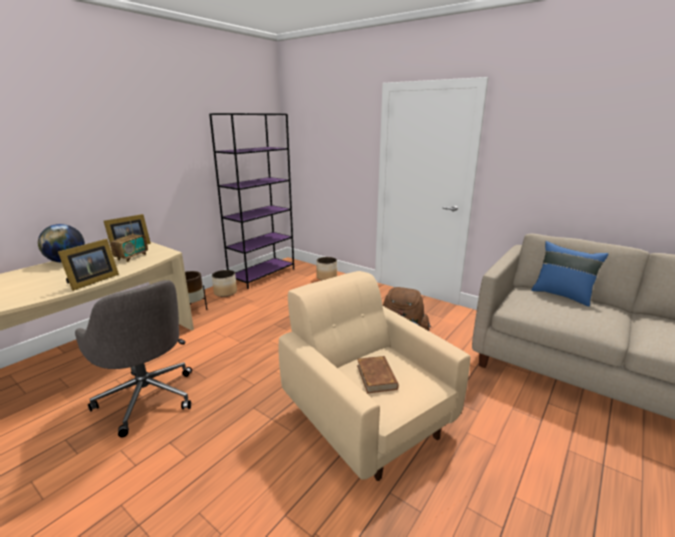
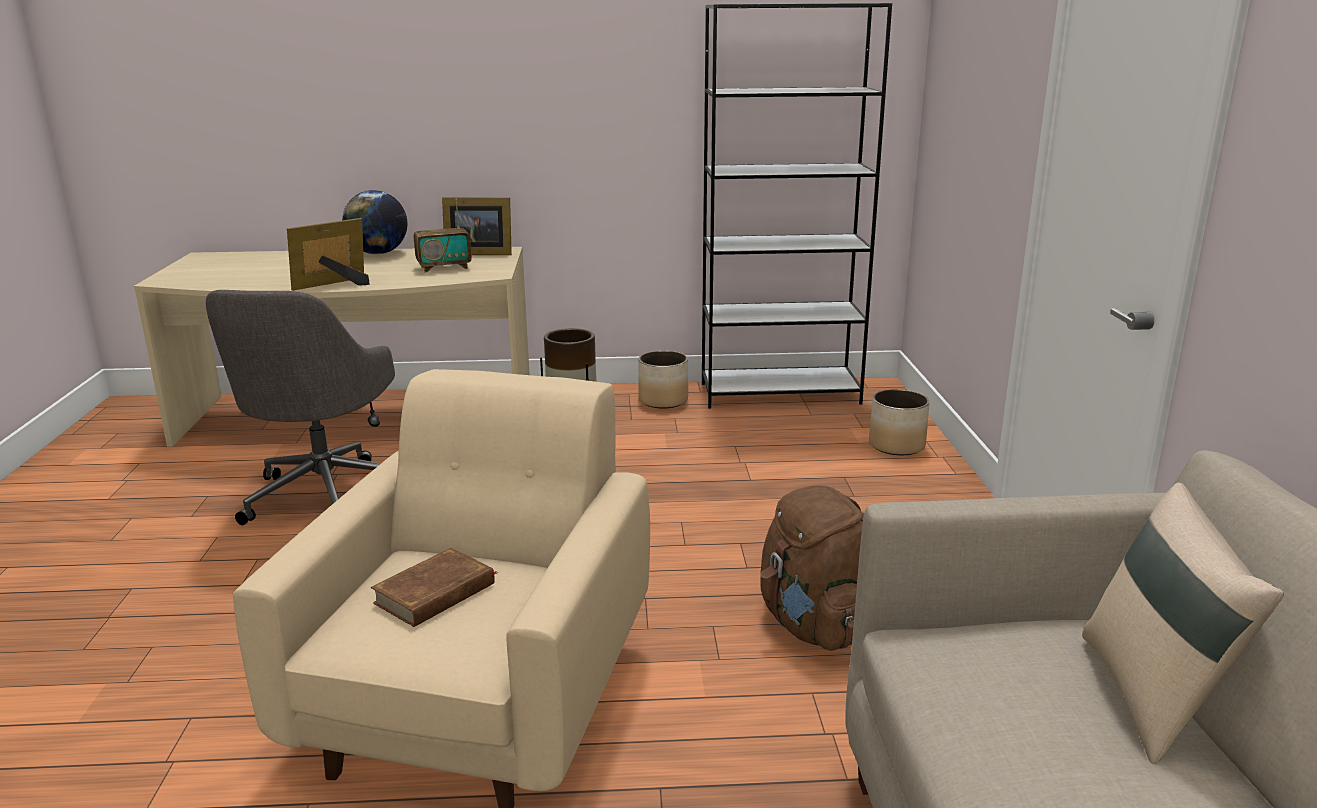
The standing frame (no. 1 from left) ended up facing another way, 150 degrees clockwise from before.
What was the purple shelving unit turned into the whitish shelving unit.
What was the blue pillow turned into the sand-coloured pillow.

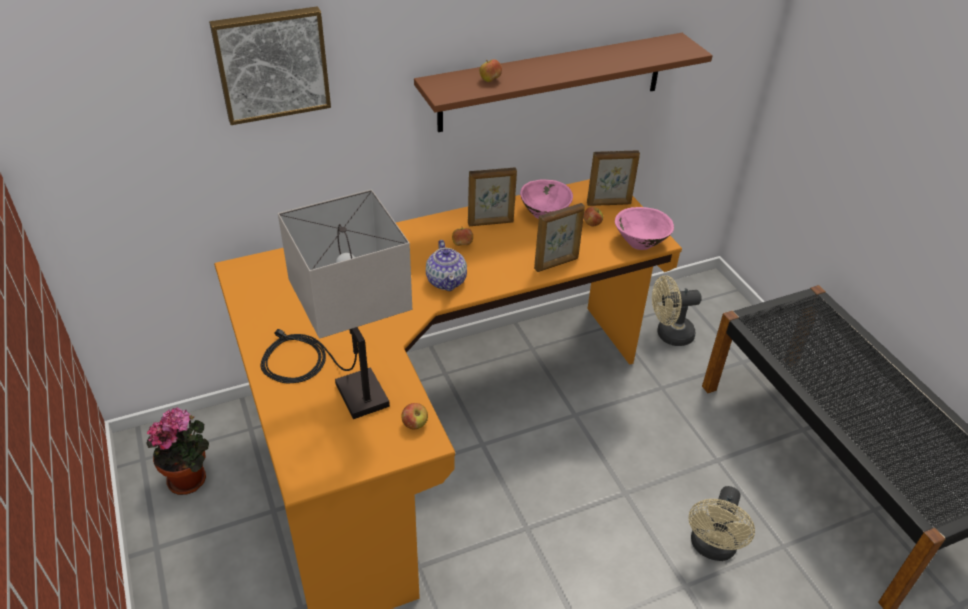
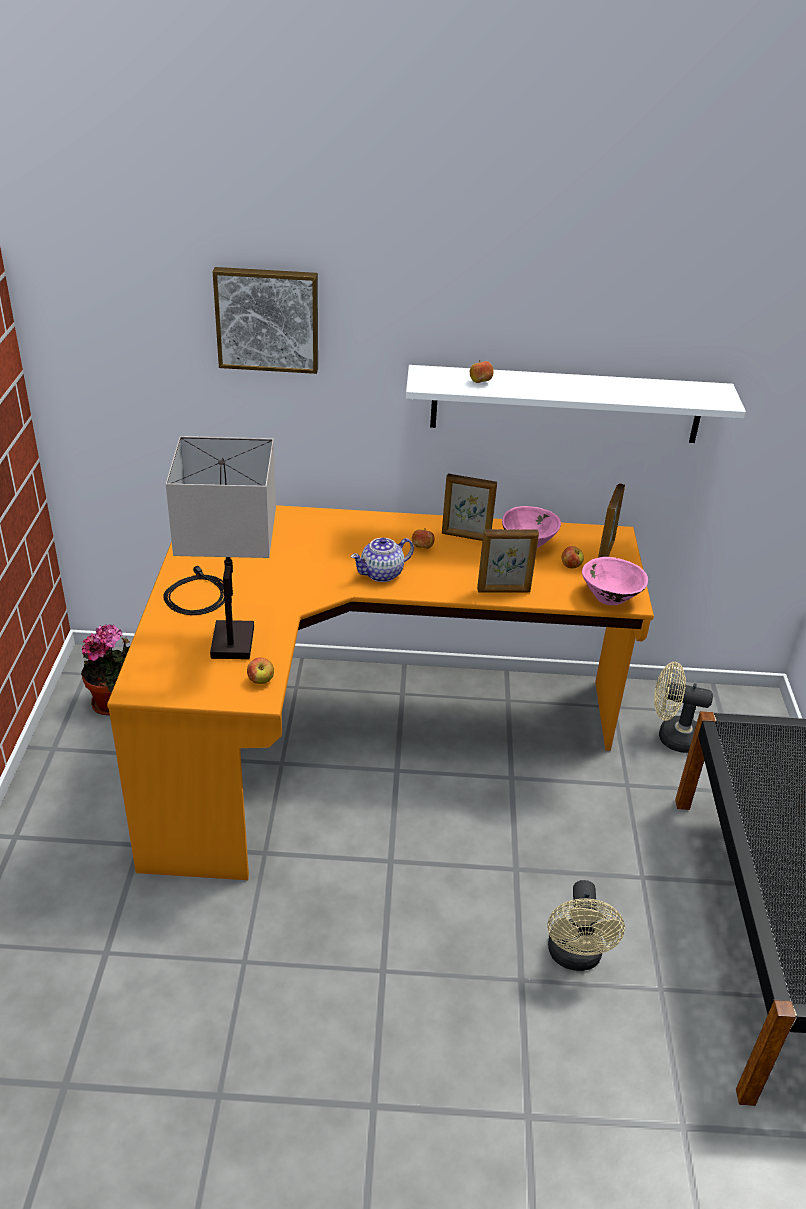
What was the brownish shelf turned into the whitish shelf.
The pot for tea ended up facing another way, 45 degrees clockwise from before.
The standing frame (no. 3 from left) ended up facing another way, 90 degrees clockwise from before.
The sand-coloured fan (no. 2 from left in the first image) ended up facing another way, 45 degrees counterclockwise from before.

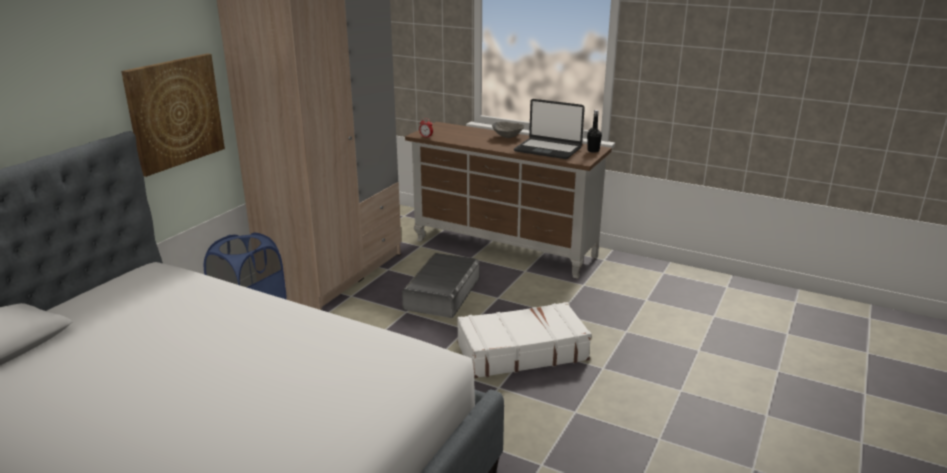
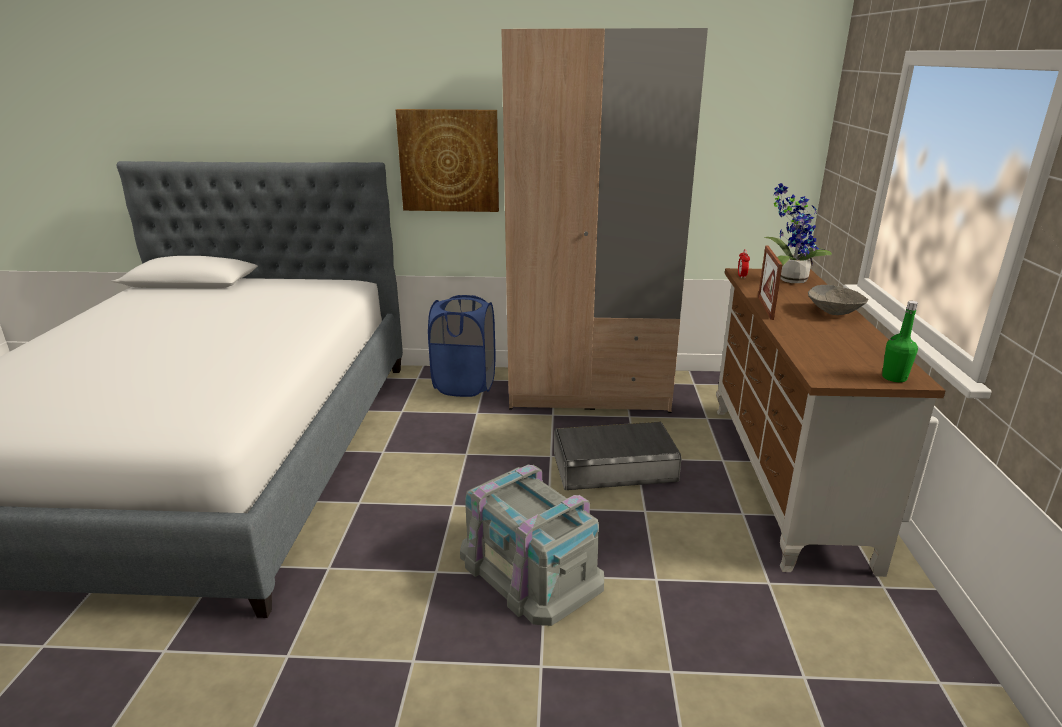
Where the whitish suitcase stood, the greyish storage container (no. 1 from left) came to stand.
The second view lost the notebook computer.
What was the black-coloured drink bottle turned into the green drink bottle.
The second view gained the standing frame.
The second view gained the potted plant.

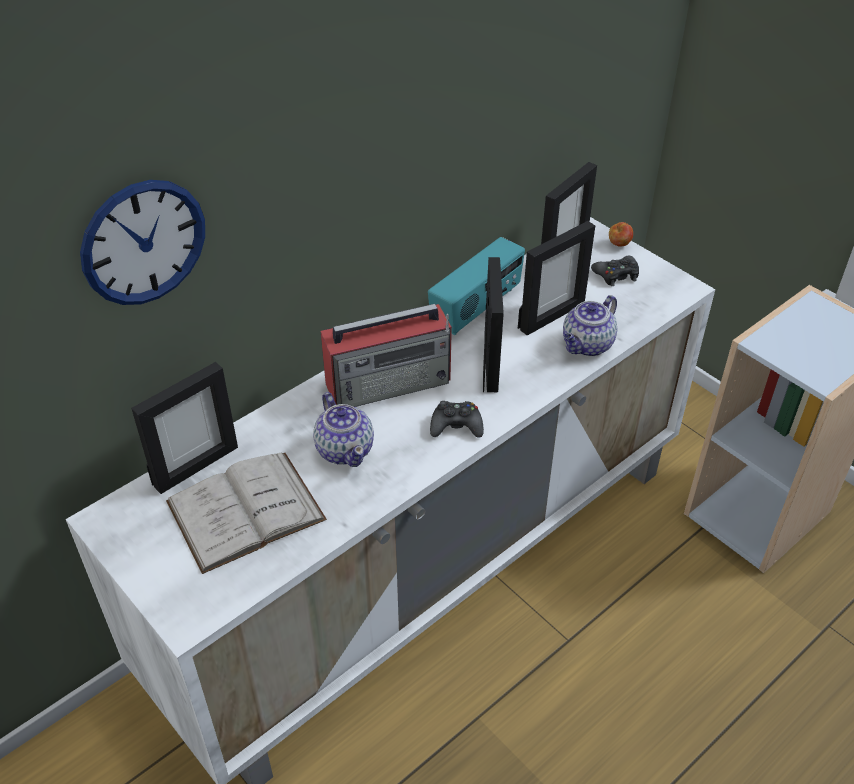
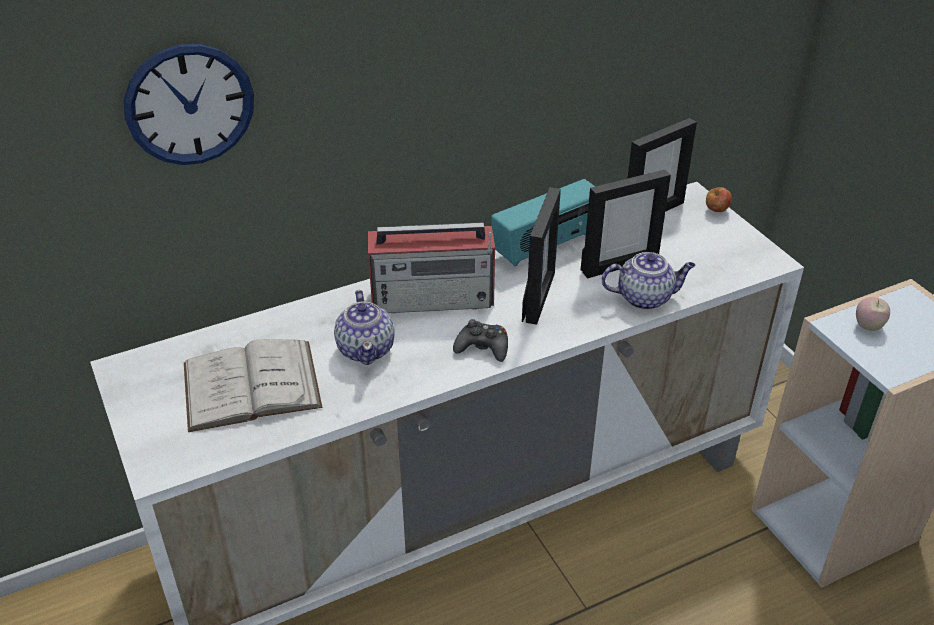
The second view lost the standing frame (no. 1 from left).
The pot for tea (no. 2 from left) ended up facing another way, 150 degrees counterclockwise from before.
The second view lost the black-coloured joypad (no. 2 from left).
The second view gained the apple (no. 2 from left).

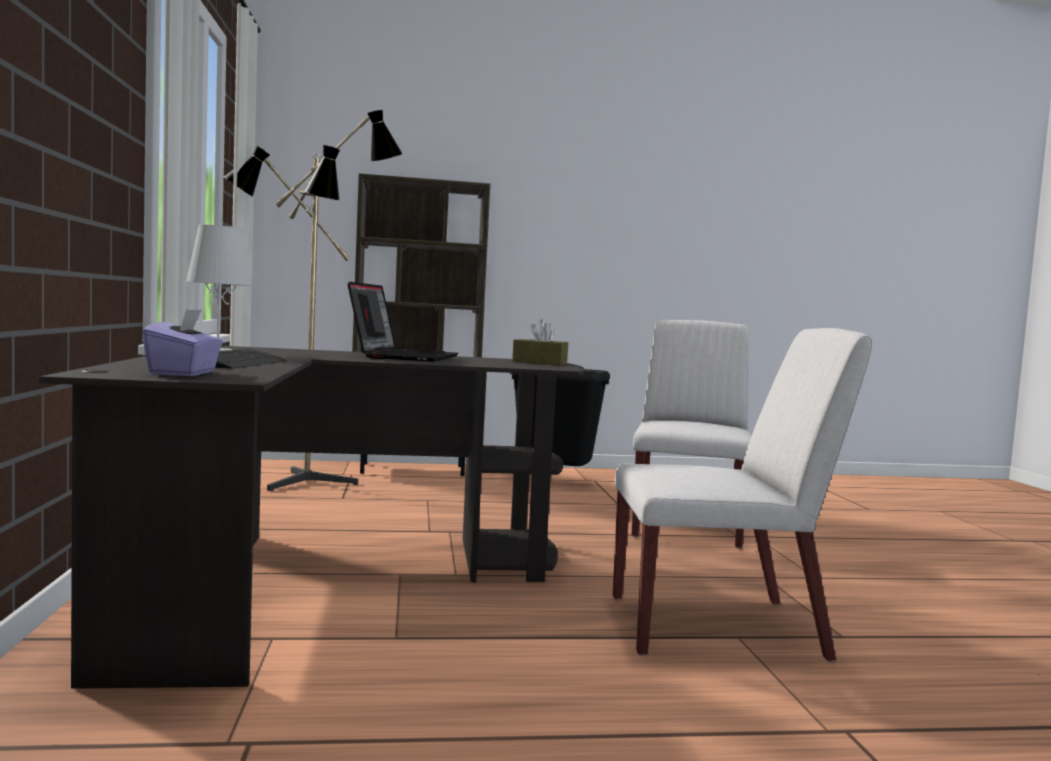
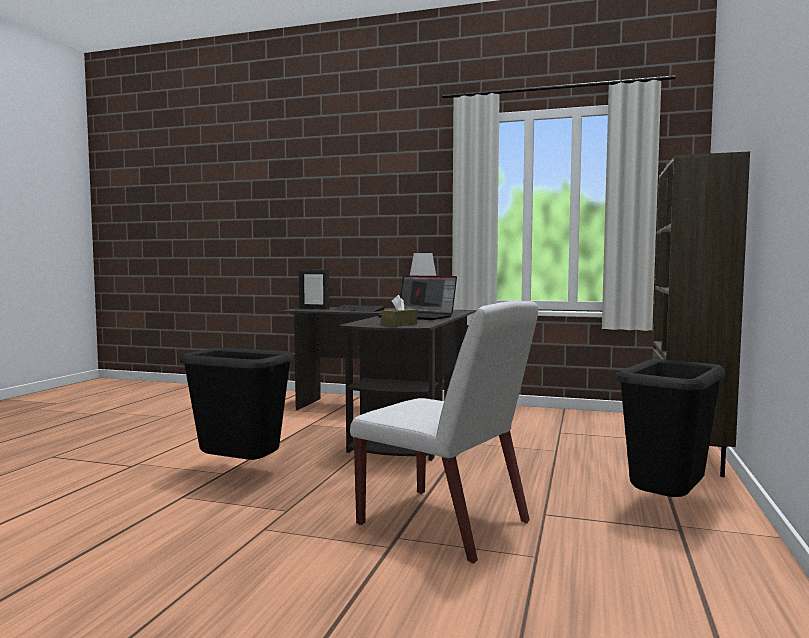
Where the purple box of tissues stood, the standing frame came to stand.
The second view lost the floor lamp.
Where the whitish upright chair (no. 2 from left) stood, the black-coloured trash can (no. 1 from left) came to stand.

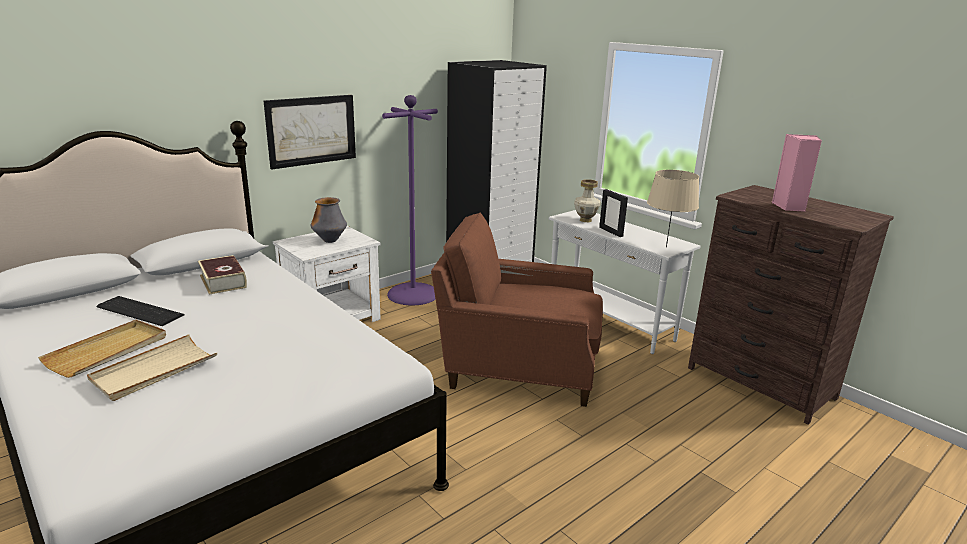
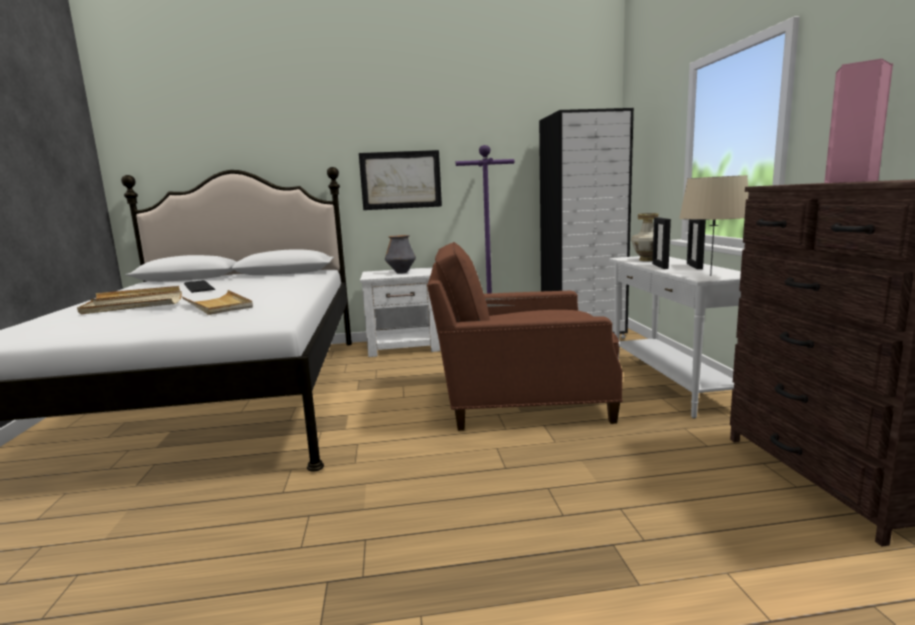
The second view lost the volume.
The brownish lounge chair ended up facing another way, 45 degrees counterclockwise from before.
The second view gained the sand-coloured carrying tray (no. 3 from left).
The second view gained the standing frame (no. 2 from left).

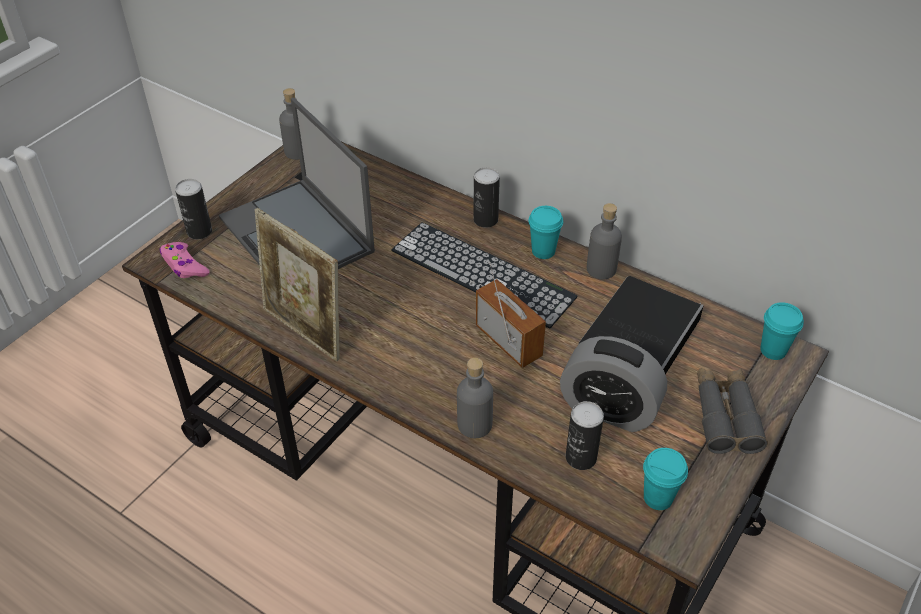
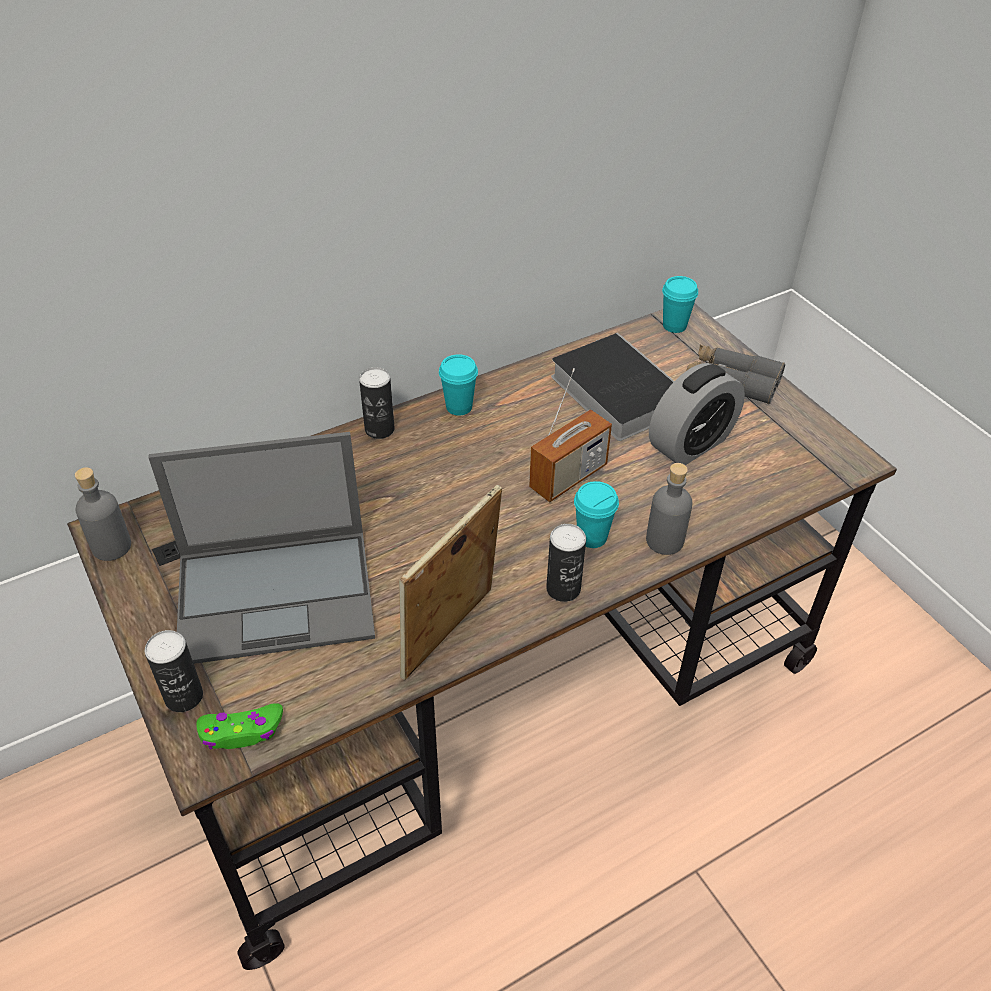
What was the pink-coloured joypad turned into the green joypad.
The standing frame ended up facing another way, 150 degrees clockwise from before.
The second view lost the PC keyboard.
The radio receiver ended up facing another way, 150 degrees clockwise from before.
The metal can (no. 3 from left) ended up elsewhere.
The second view lost the greyish drink bottle (no. 3 from left).
The turquoise cup (no. 2 from left) ended up elsewhere.

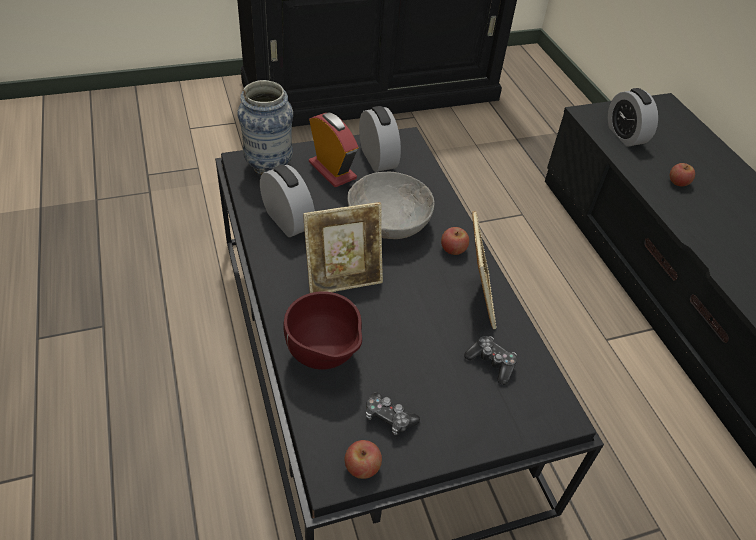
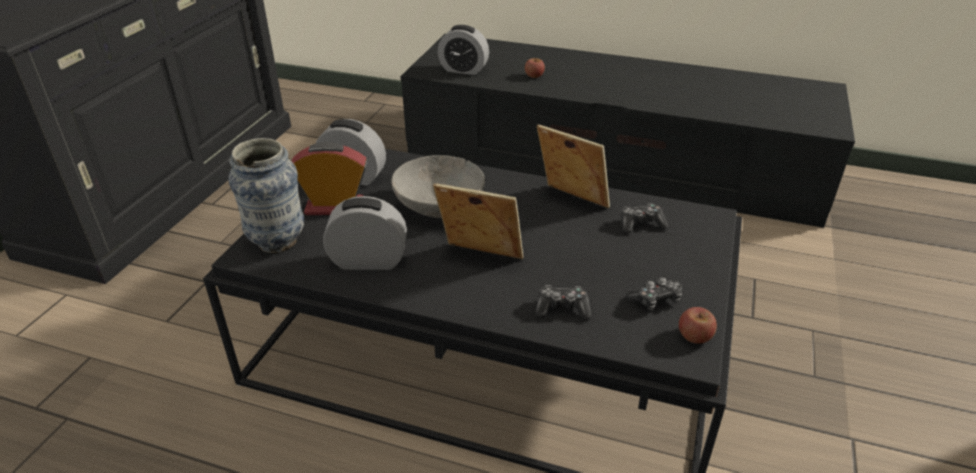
Where the brownish deep dish stood, the joypad (no. 1 from left) came to stand.
The standing frame (no. 1 from left) ended up facing another way, 90 degrees counterclockwise from before.
The second view lost the apple (no. 2 from left).

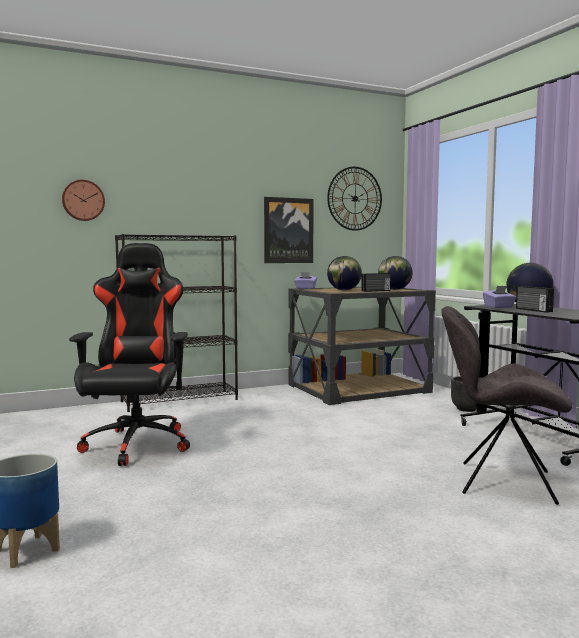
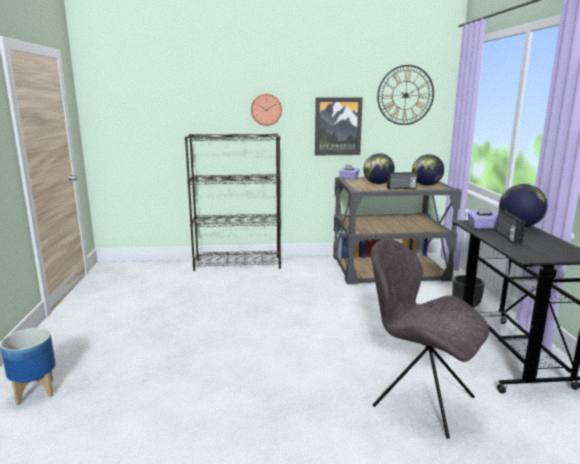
The hanging clock (no. 1 from left) ended up elsewhere.
The second view lost the black-coloured desk chair.

